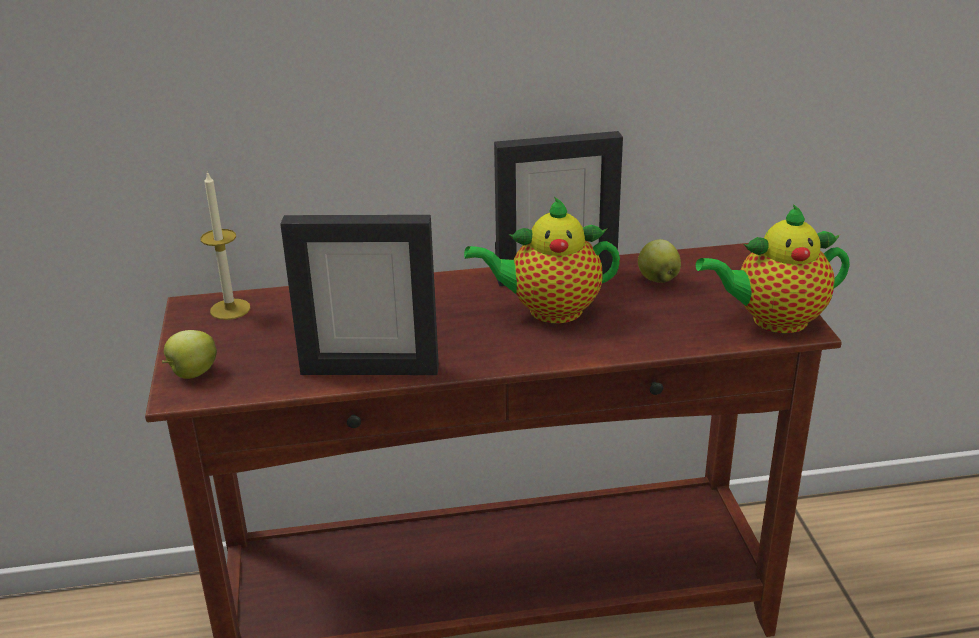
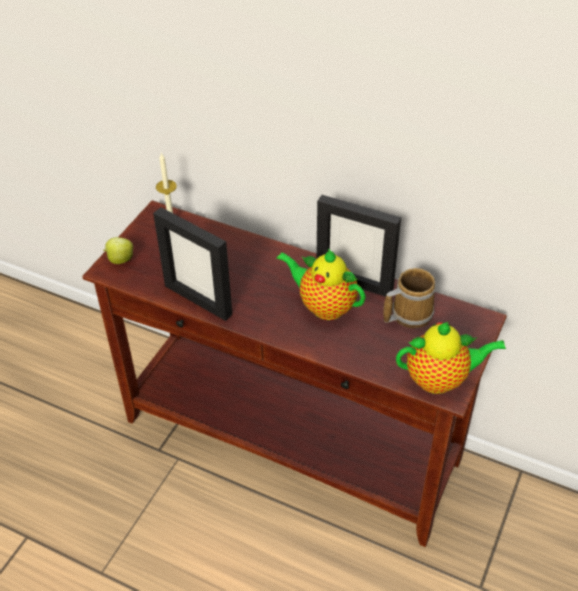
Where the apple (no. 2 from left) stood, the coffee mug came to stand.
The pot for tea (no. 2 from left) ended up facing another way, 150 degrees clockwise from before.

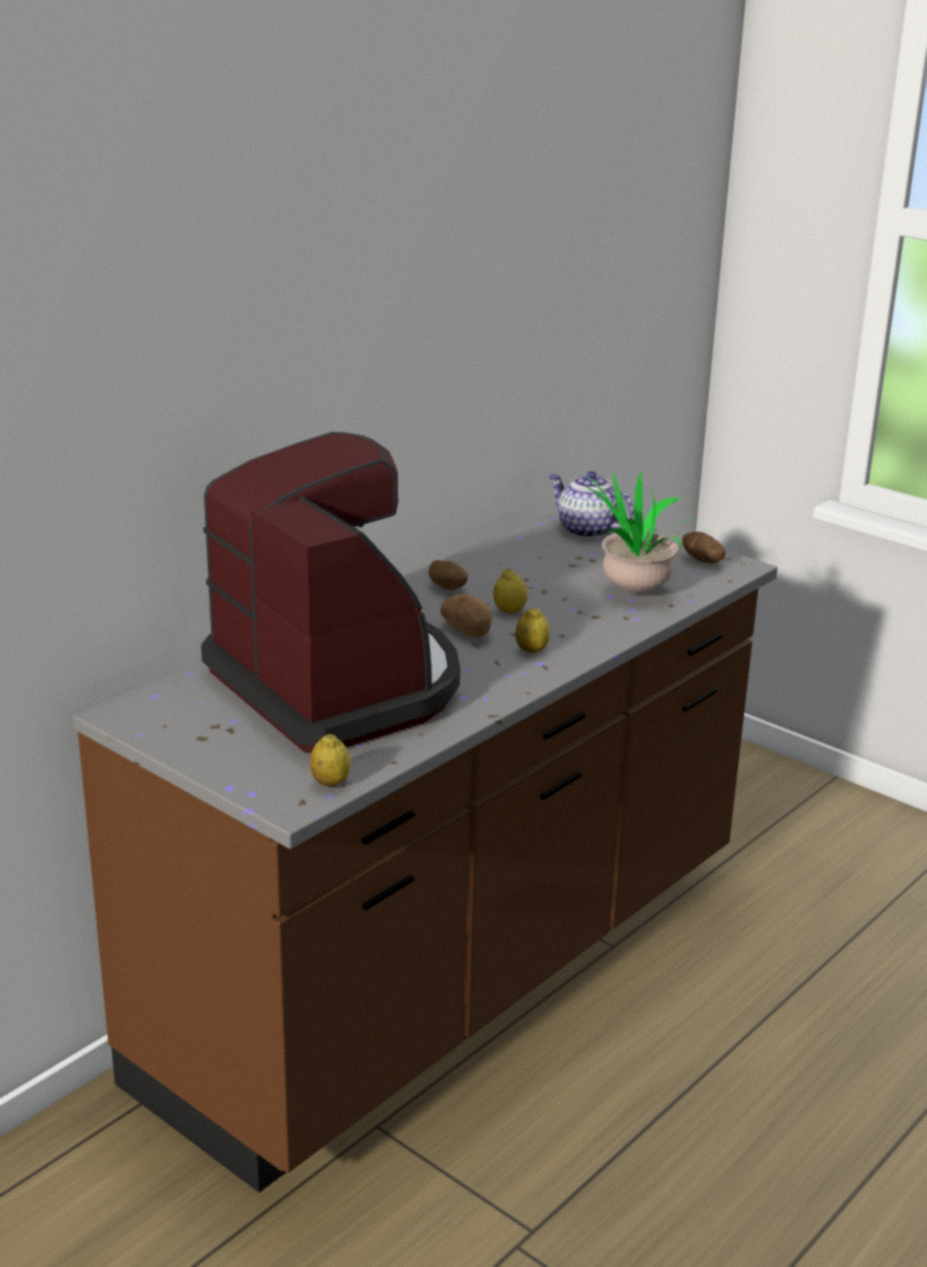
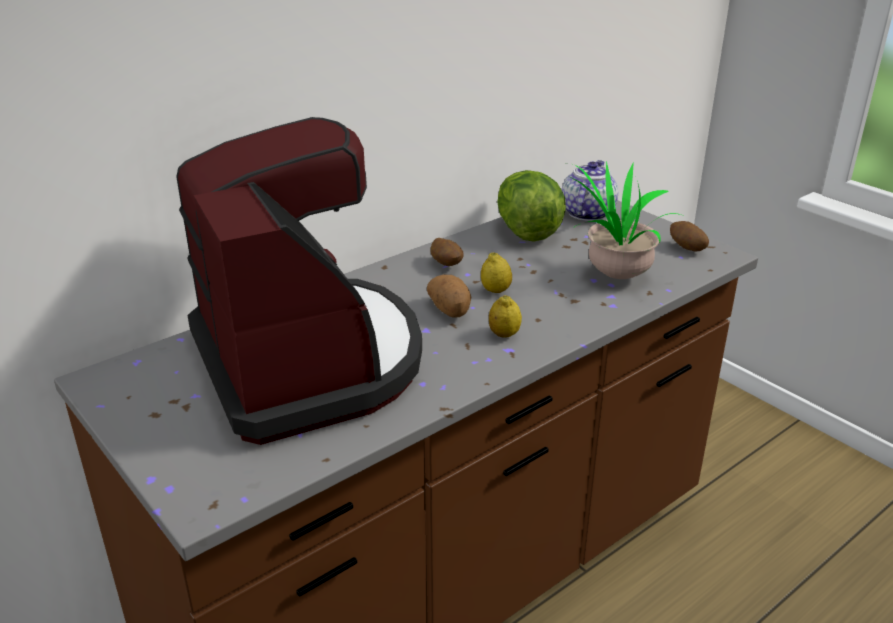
The second view lost the whole lemon (no. 1 from left).
The pot for tea ended up facing another way, 60 degrees clockwise from before.
The second view gained the lettuce head.

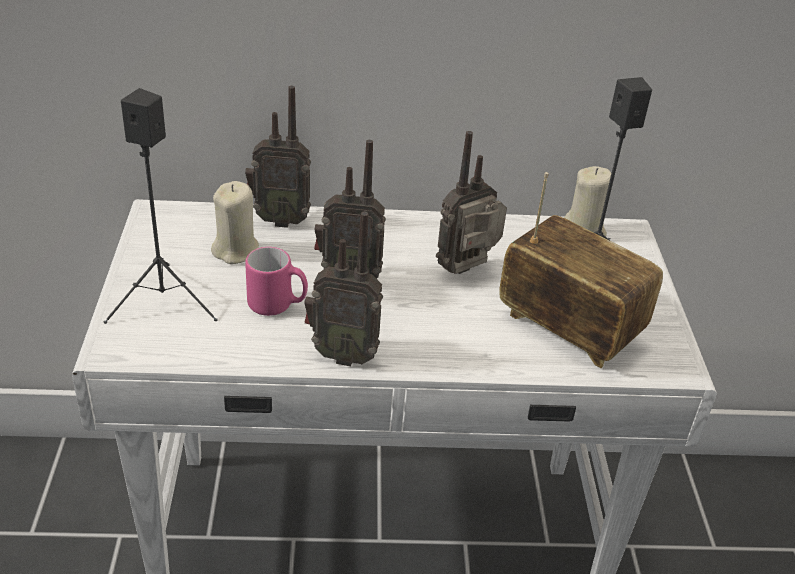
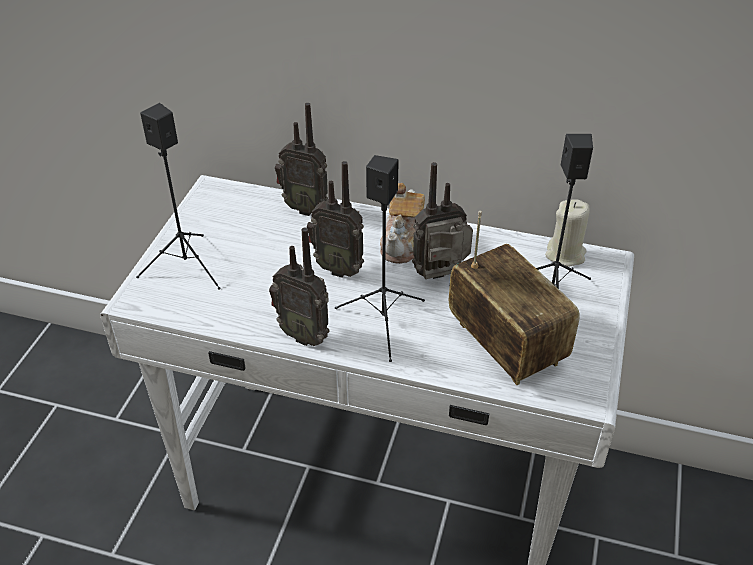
The second view lost the sand-coloured wax light (no. 1 from left).
The second view lost the pink-coloured coffee mug.
The second view gained the black-coloured speaker (no. 2 from left).
The second view gained the pot for tea.

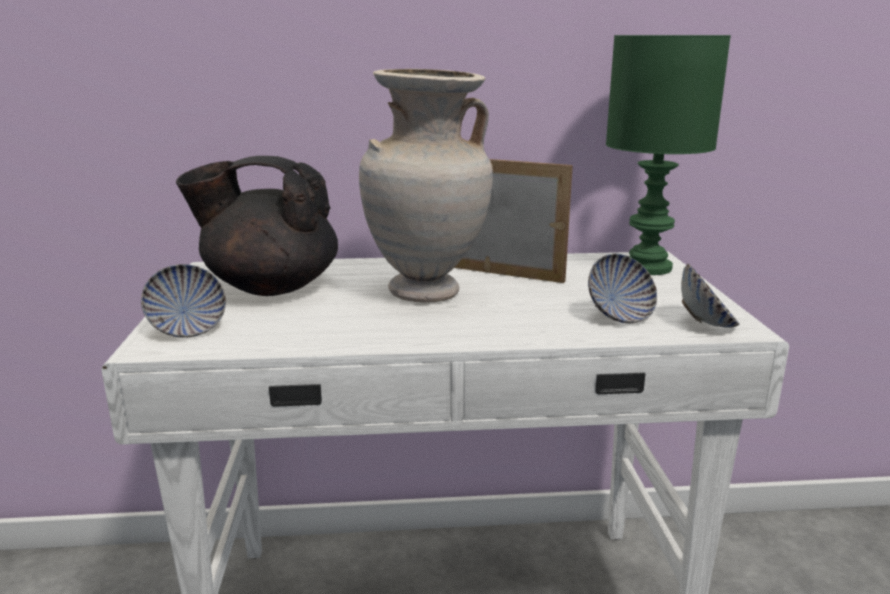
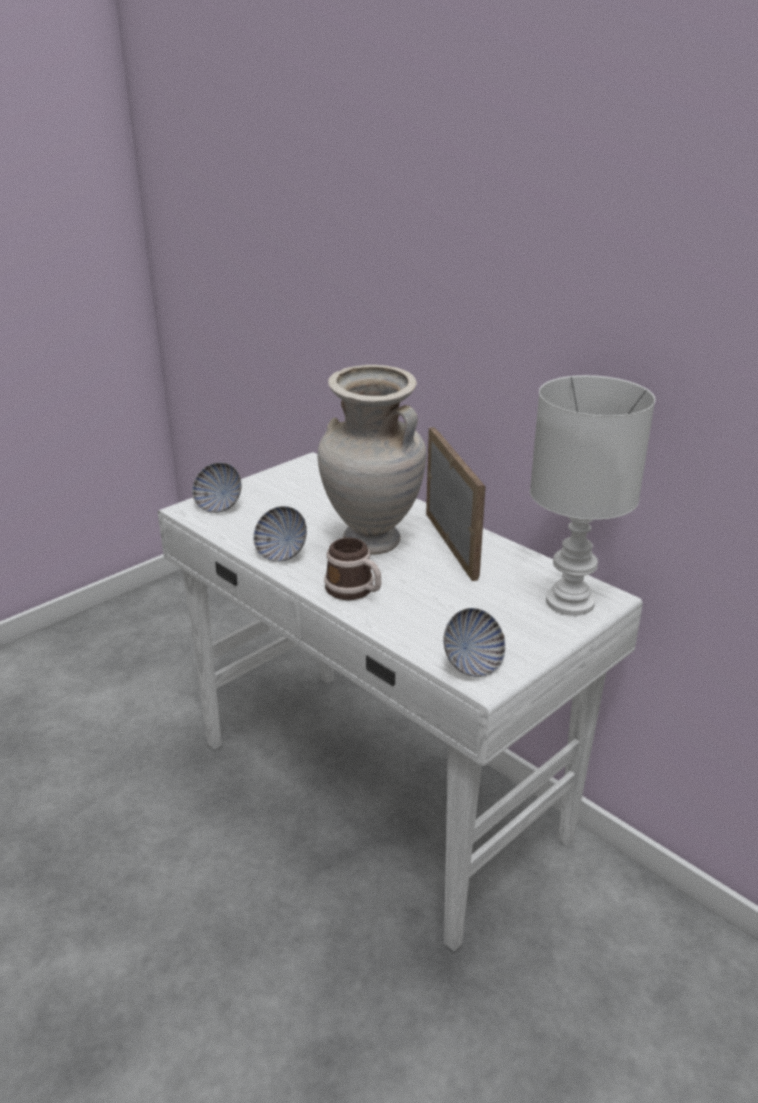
The second view lost the black-coloured pot for tea.
The deep dish (no. 2 from left) ended up elsewhere.
What was the green lamp for a table turned into the whitish lamp for a table.
The second view gained the coffee mug.

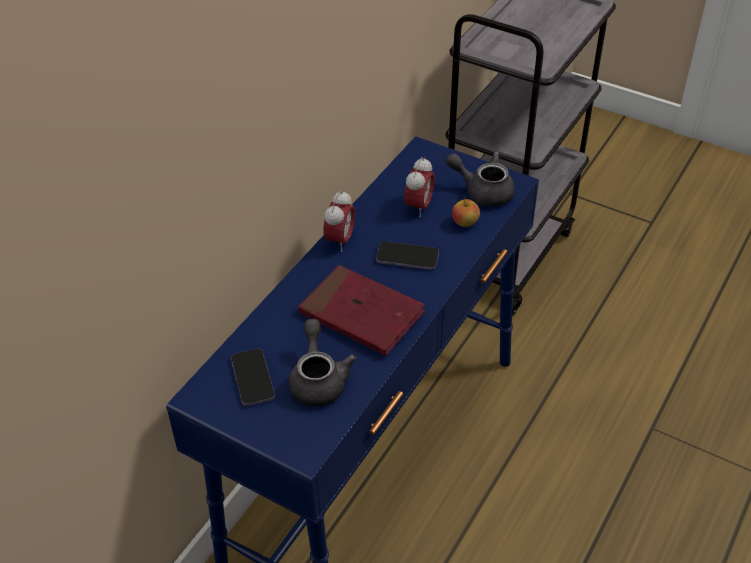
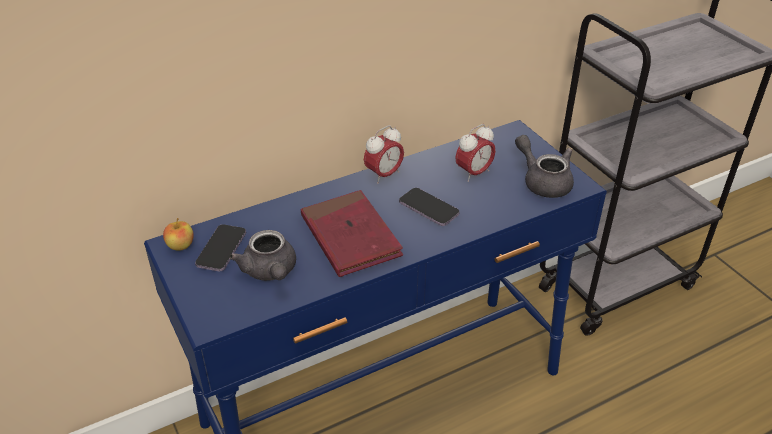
The greyish pot for tea (no. 1 from left) ended up facing another way, 135 degrees clockwise from before.
The apple ended up elsewhere.

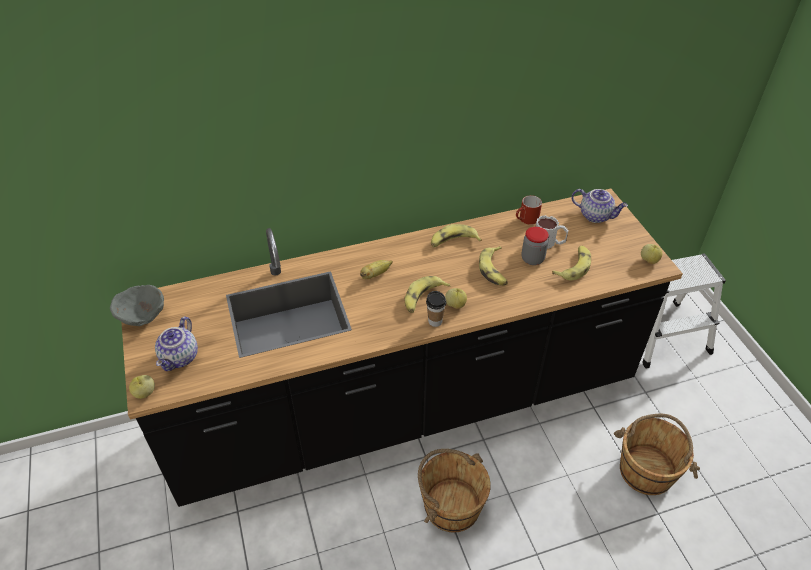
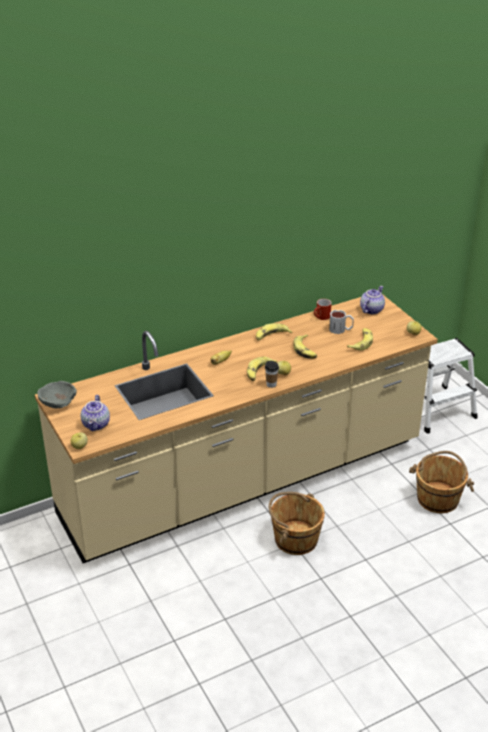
What was the black-coloured counter turned into the sand-coloured counter.
The second view lost the storage jar.
The pot for tea (no. 2 from left) ended up facing another way, 75 degrees counterclockwise from before.

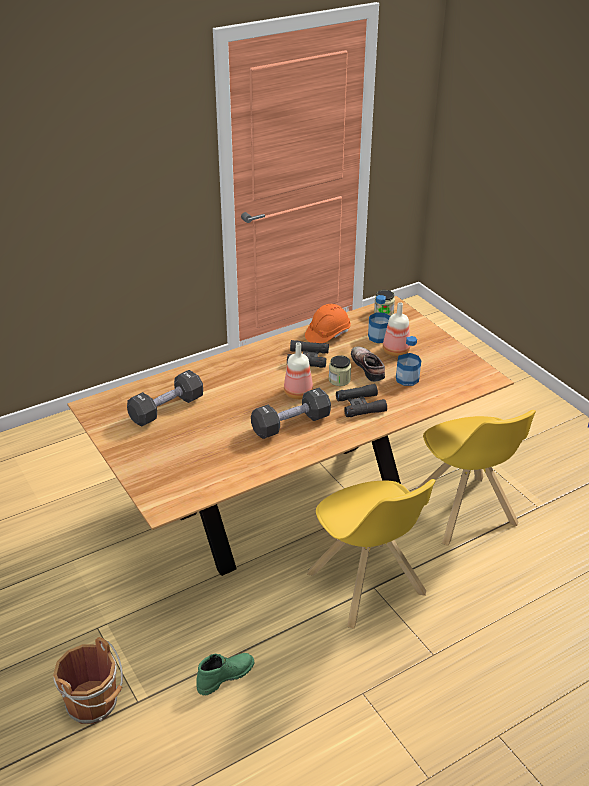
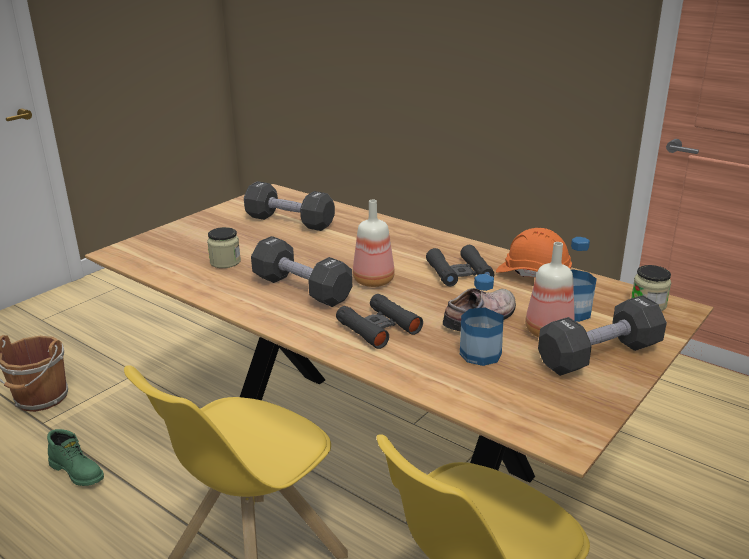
The storage jar (no. 1 from left) ended up elsewhere.
The second view gained the black-coloured dumbbell (no. 3 from left).

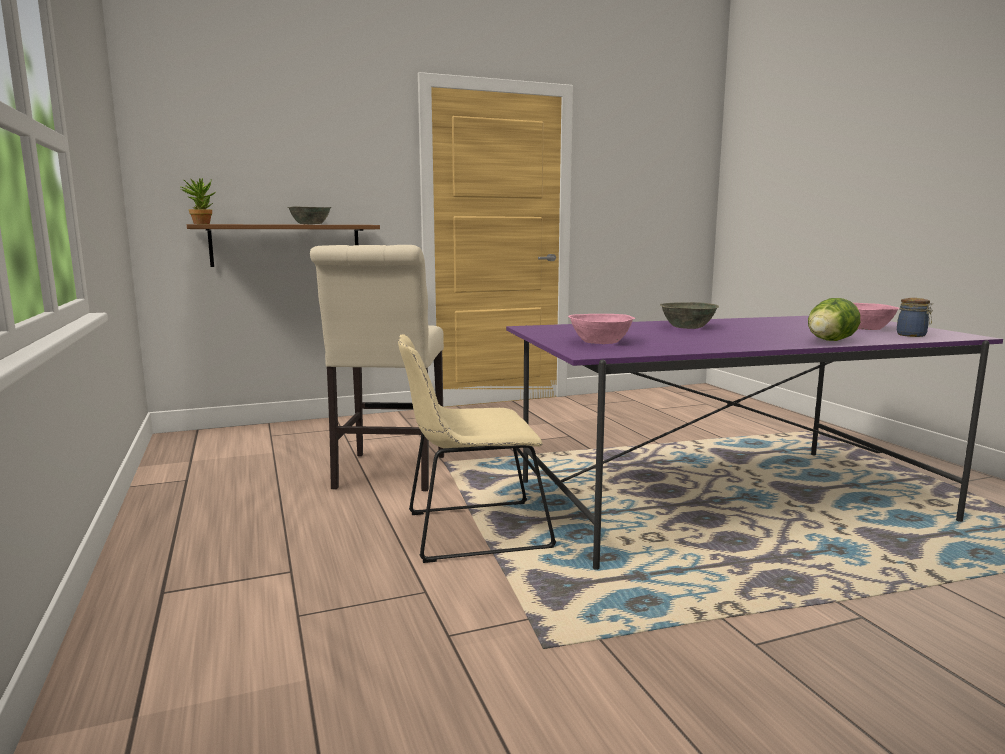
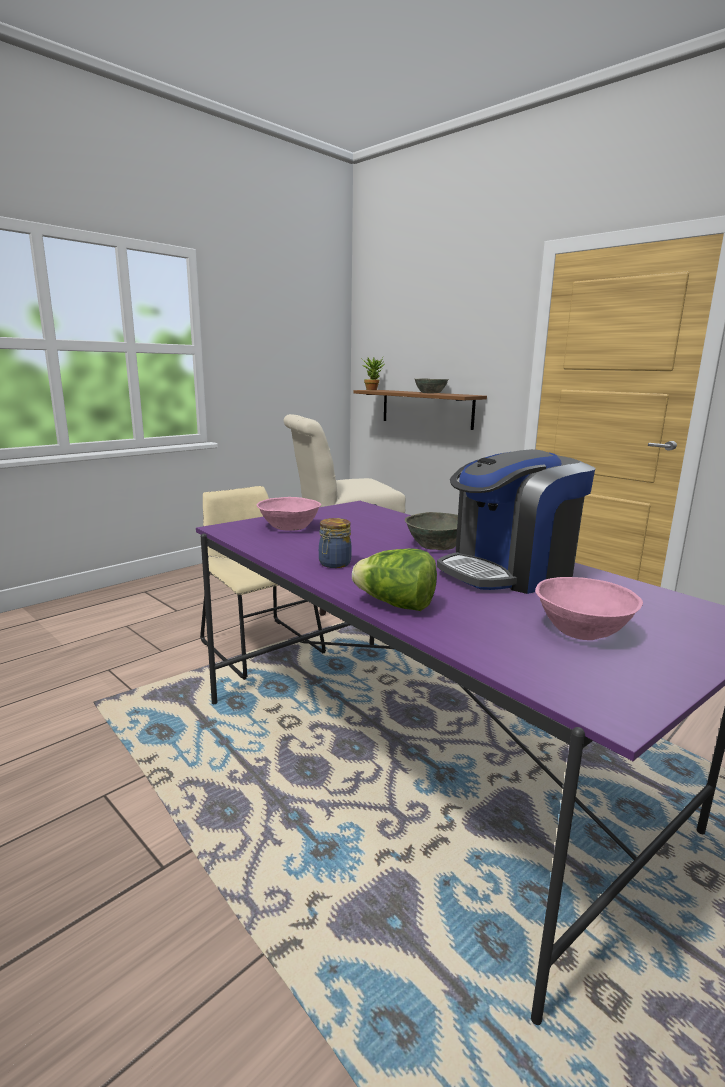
The storage jar ended up elsewhere.
The second view gained the coffee maker.

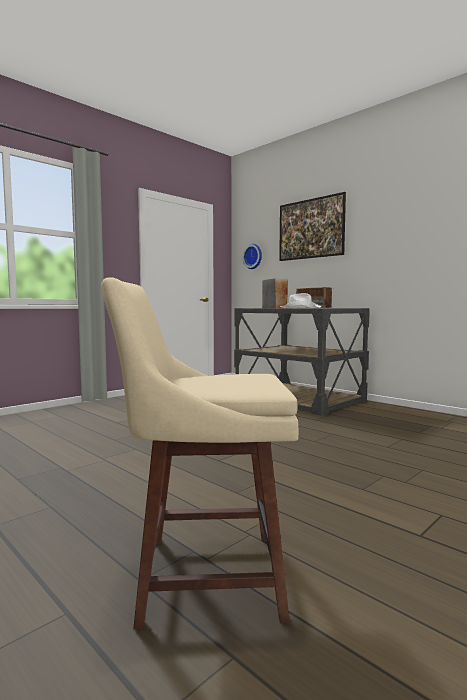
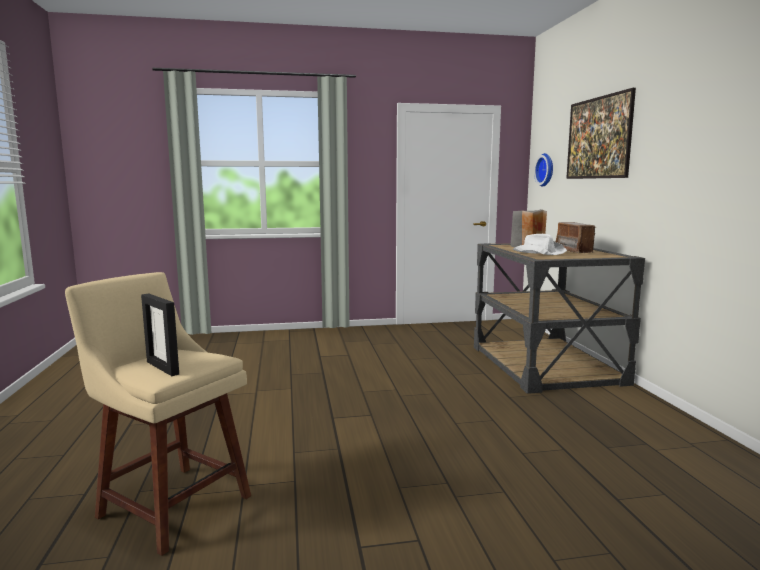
The second view gained the standing frame.

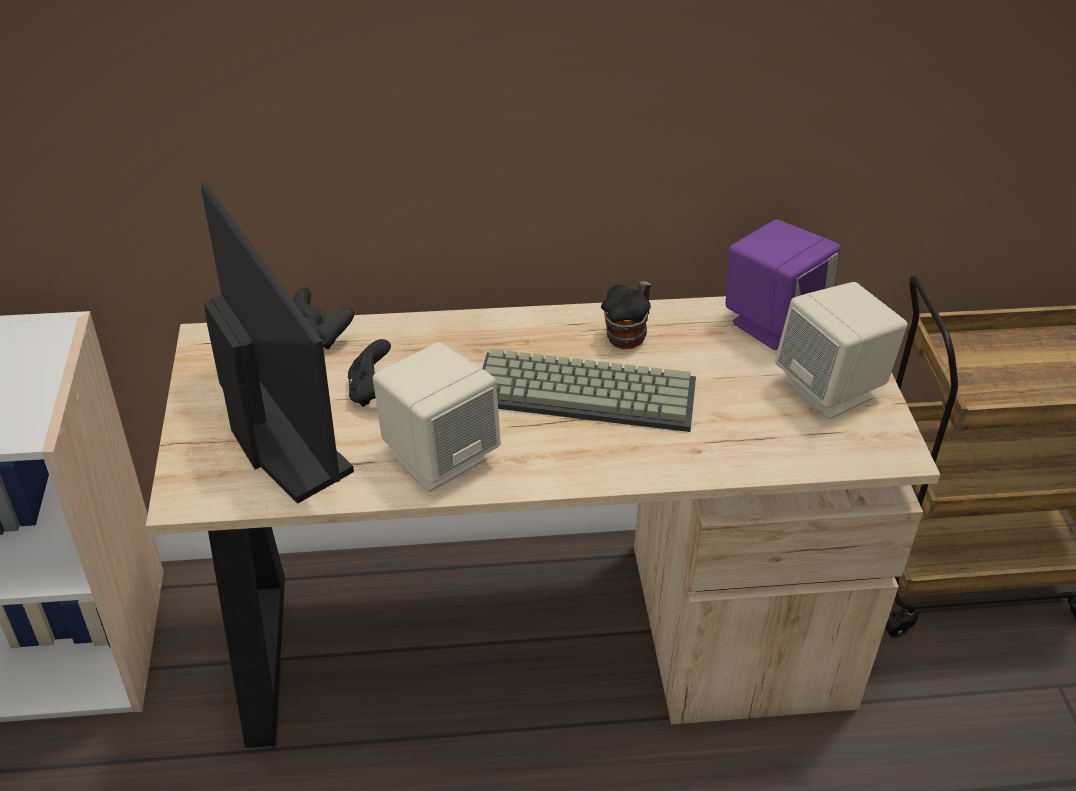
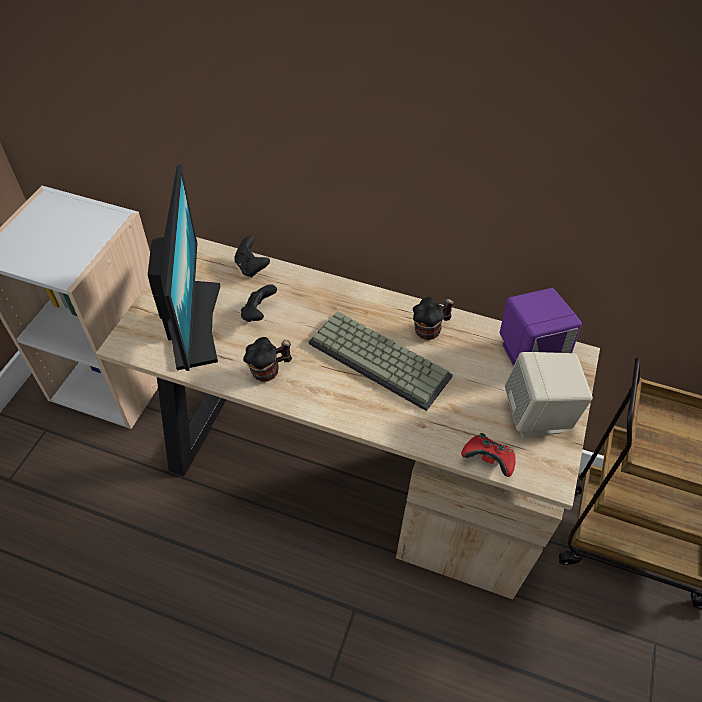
Where the sand-coloured speaker (no. 1 from left) stood, the coffee mug (no. 1 from left) came to stand.
The second view gained the reddish joypad.

